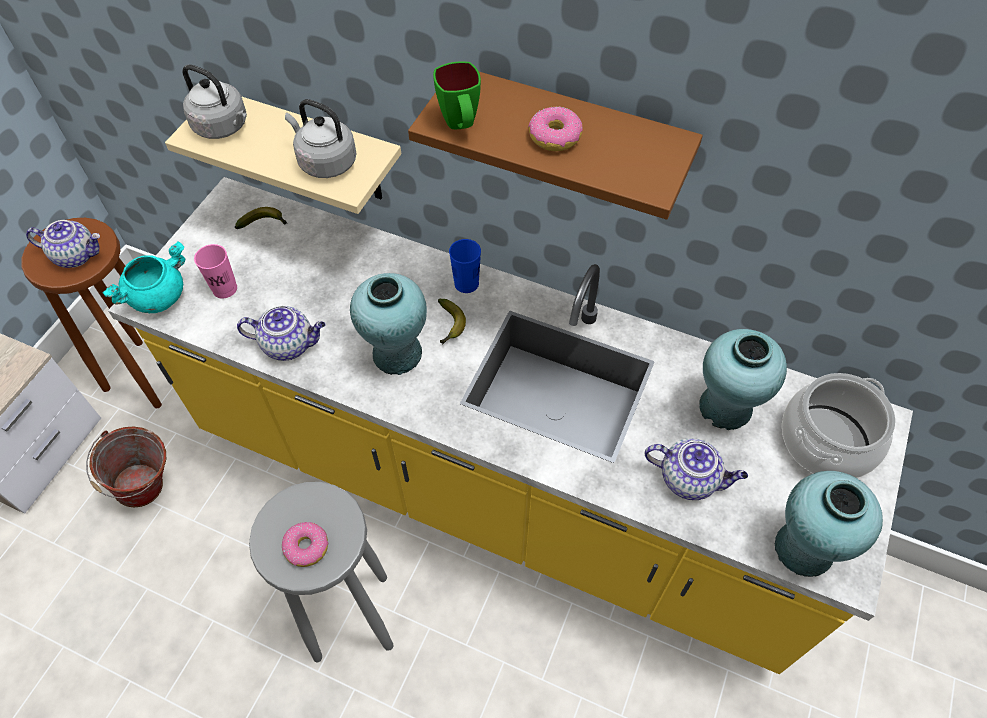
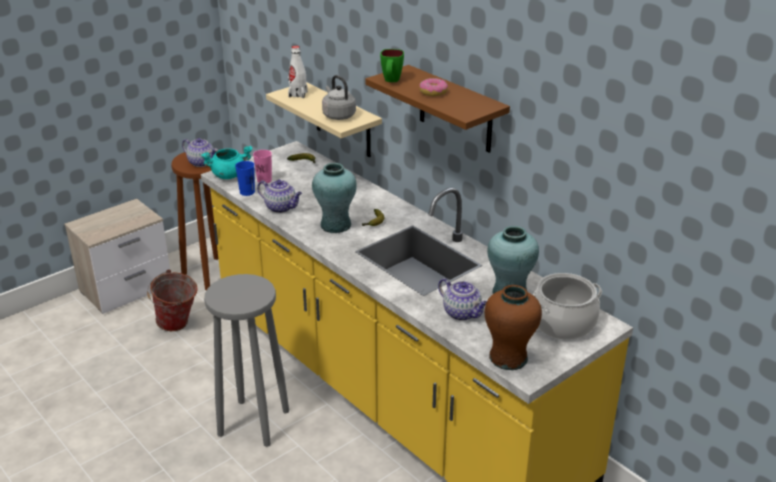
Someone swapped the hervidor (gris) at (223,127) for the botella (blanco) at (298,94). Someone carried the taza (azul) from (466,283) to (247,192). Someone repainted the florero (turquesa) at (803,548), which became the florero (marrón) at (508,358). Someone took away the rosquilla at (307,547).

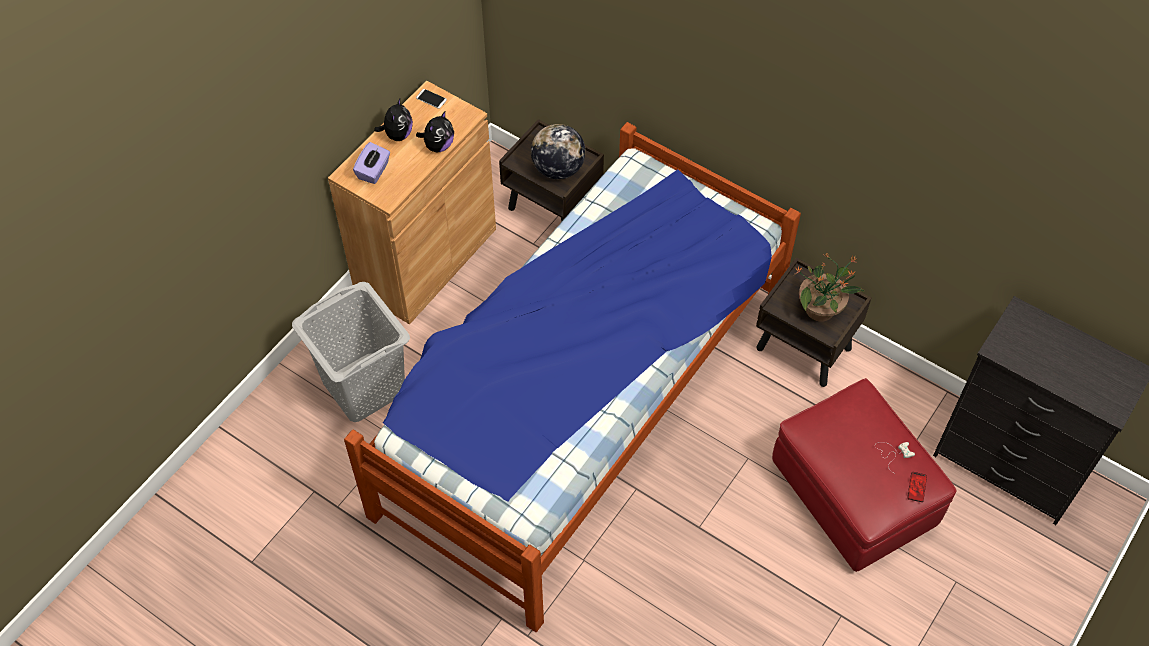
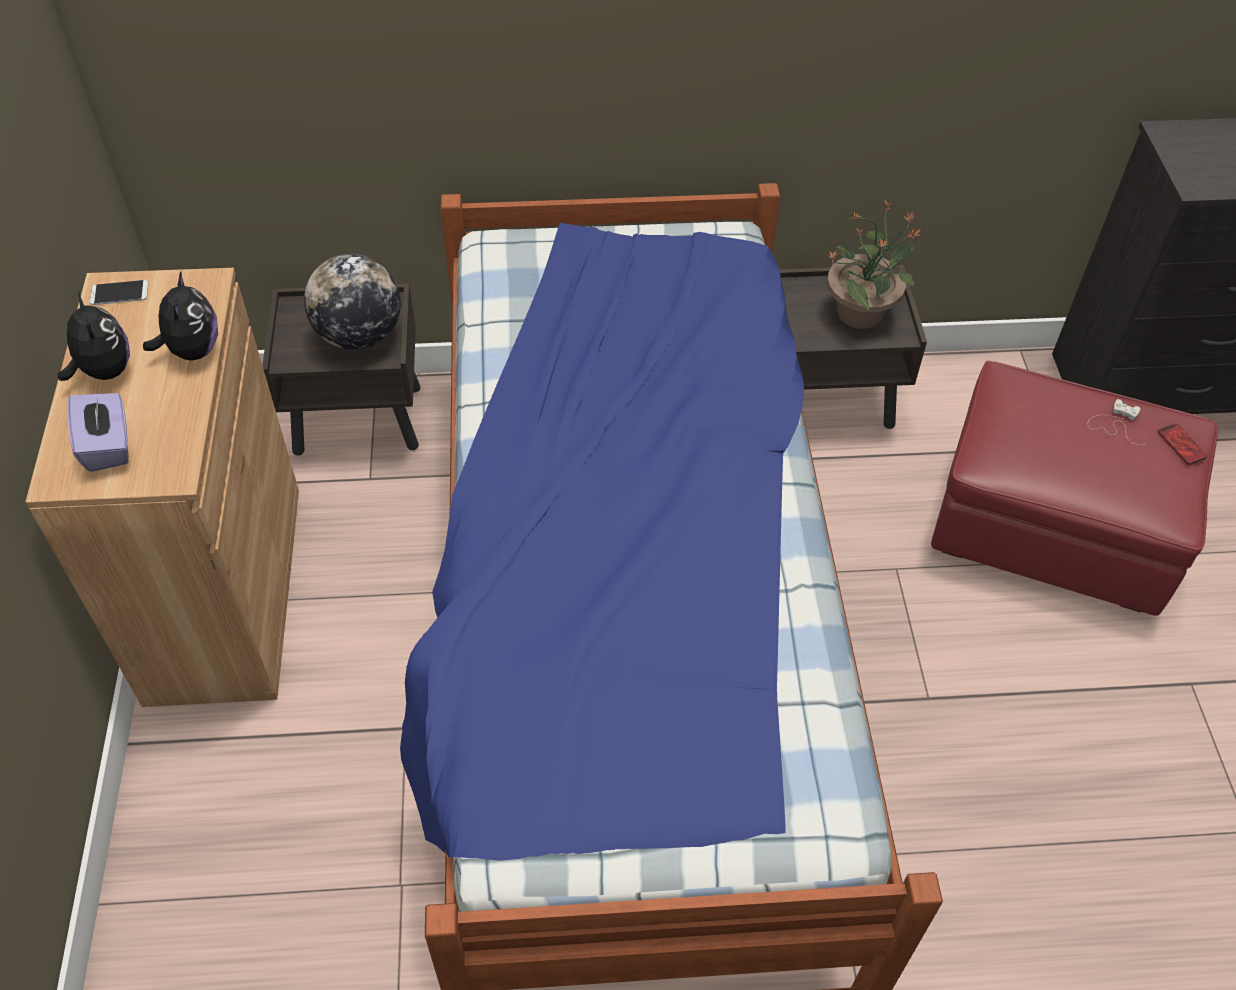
Someone took away the cesto de la ropa (gris) at (364,386).

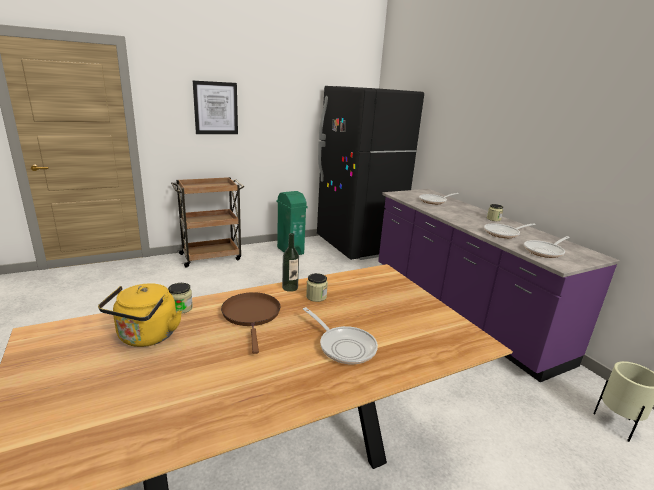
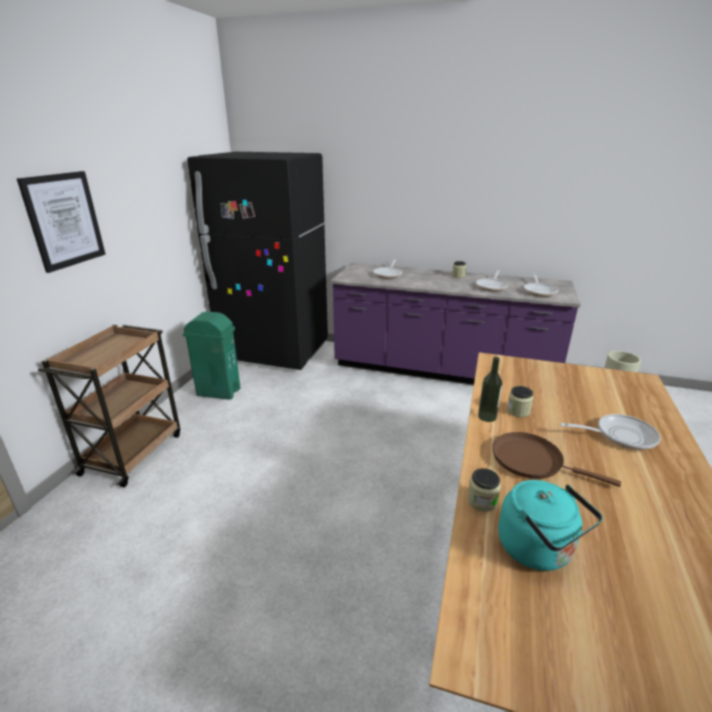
Someone repainted the hervidor (amarillo) at (146,337), which became the hervidor (turquesa) at (538,550).

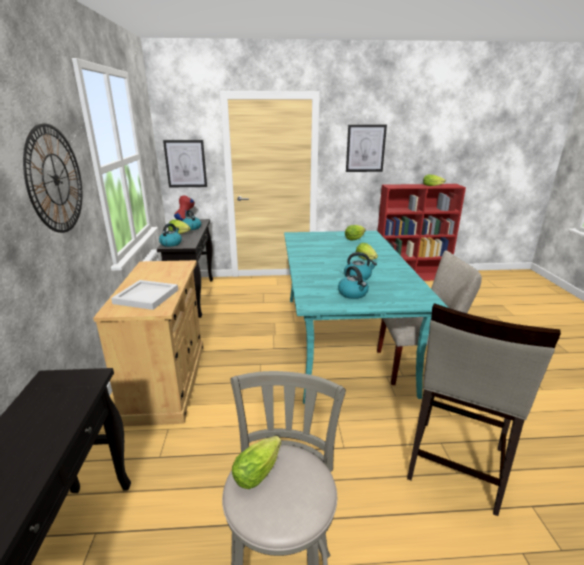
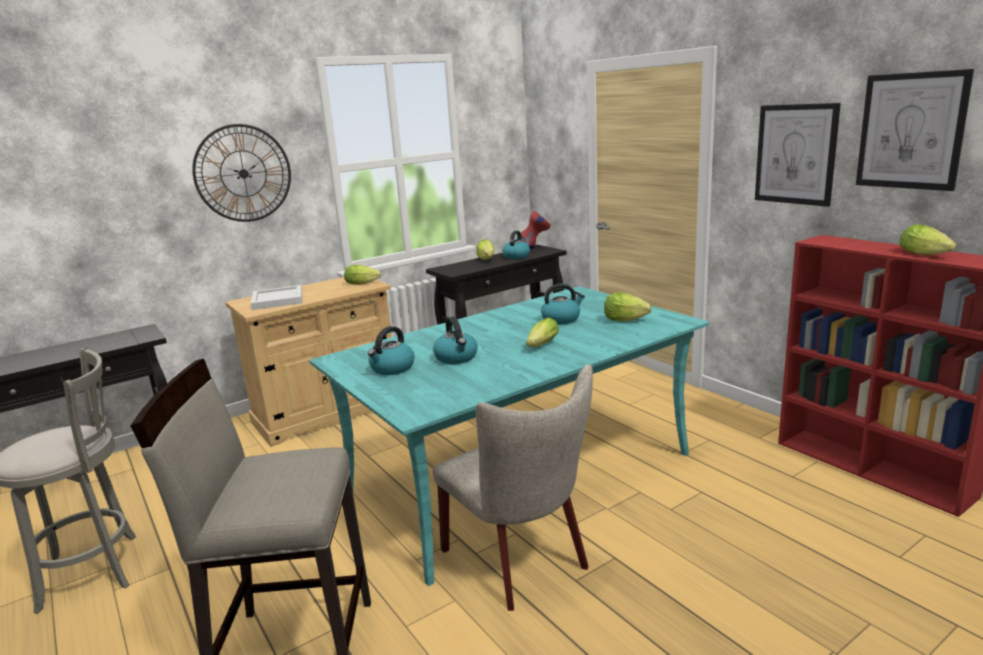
Someone carried the cuadro from (185,164) to (911,131). Someone carried the hervidor from (171,243) to (561,319). Someone carried the lechuga from (260,469) to (364,283).

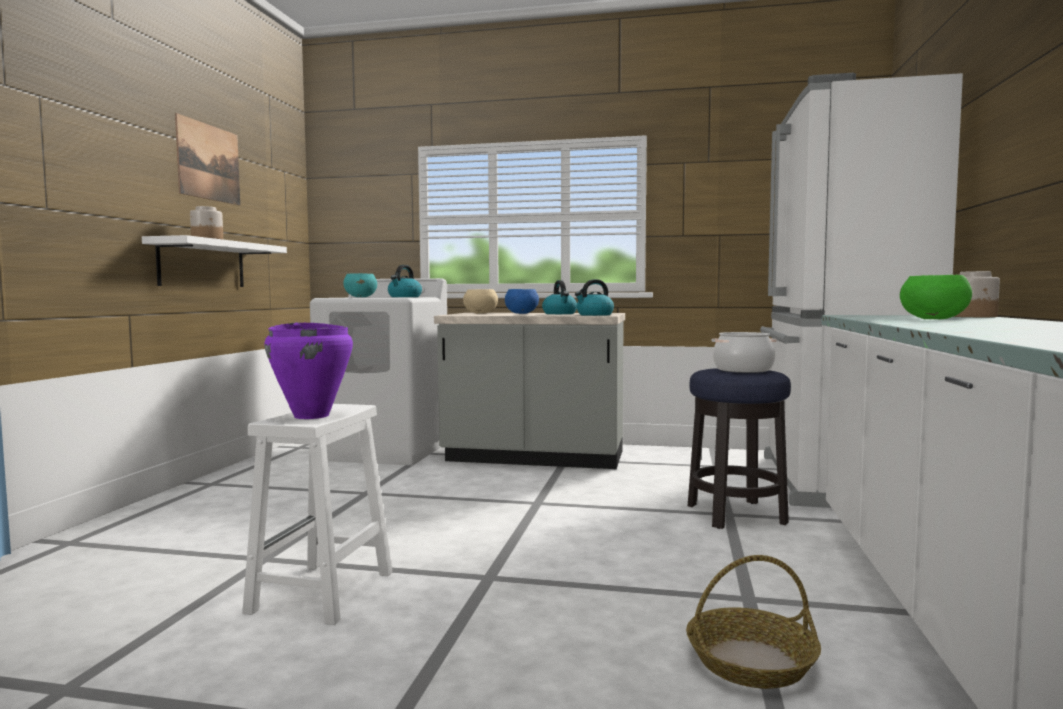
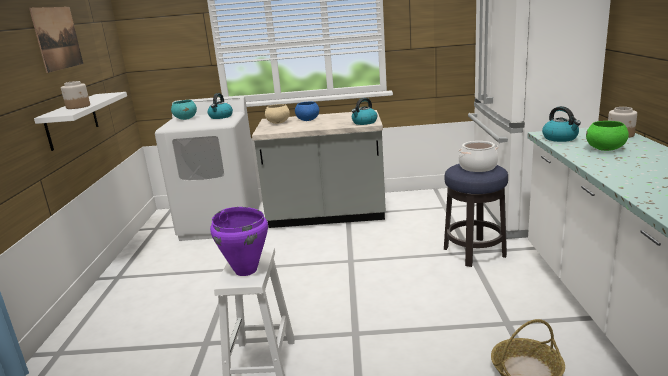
Someone carried the hervidor from (560,314) to (560,138).

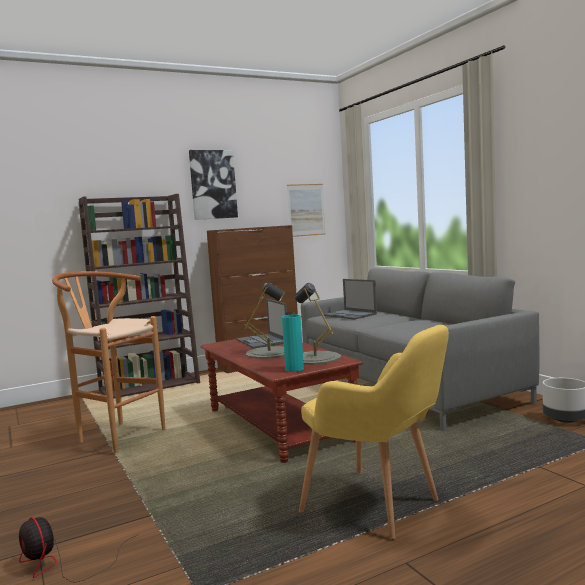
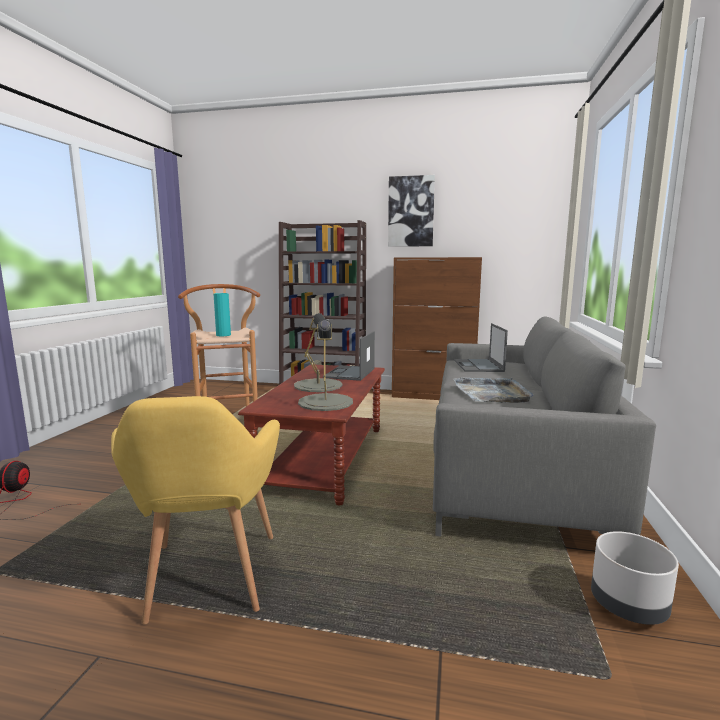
Someone took away the cuadro at (306,210). Someone carried the florero (turquesa) from (294,369) to (223,335). Someone put down the bandeja (gris) at (492,393).

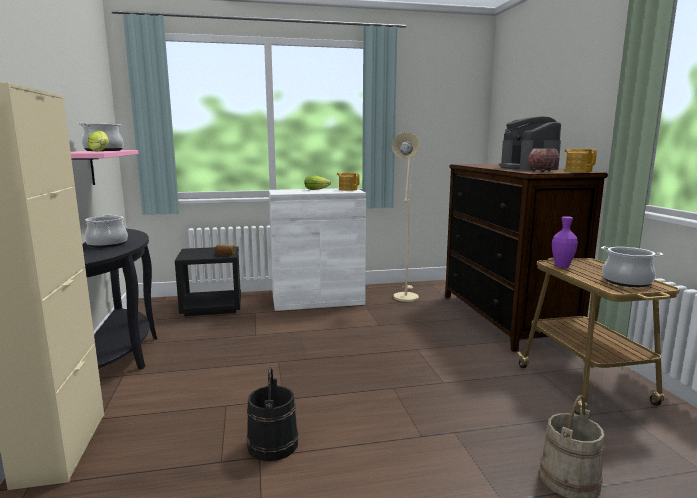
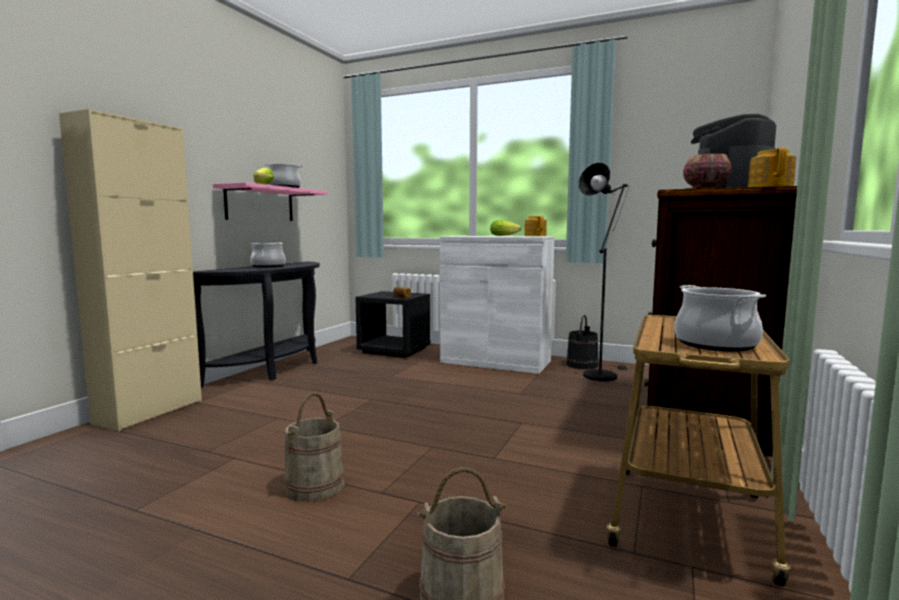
Someone repainted the lámpara de pie (beis) at (405,295), which became the lámpara de pie (negro) at (602,374). Someone took away the florero (morado) at (562,266). Someone carried the cubo (negro) from (272,444) to (582,365). Someone put down the cubo (beis) at (314,486).

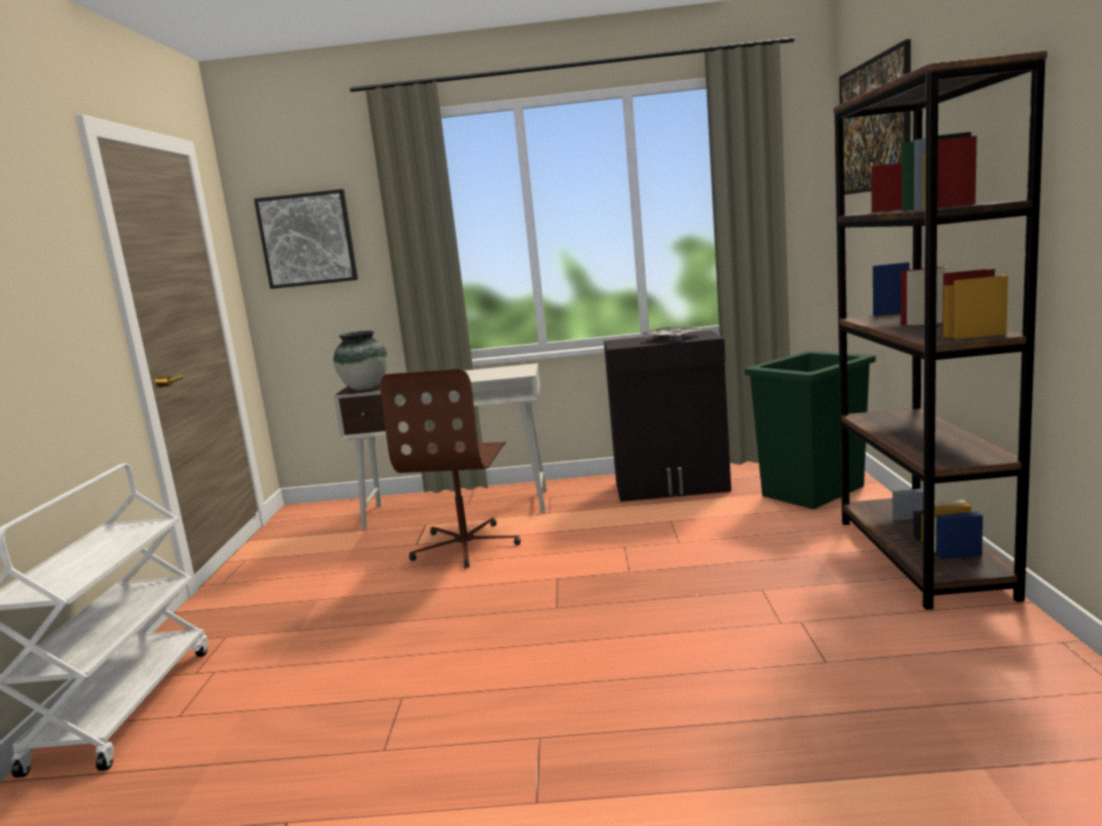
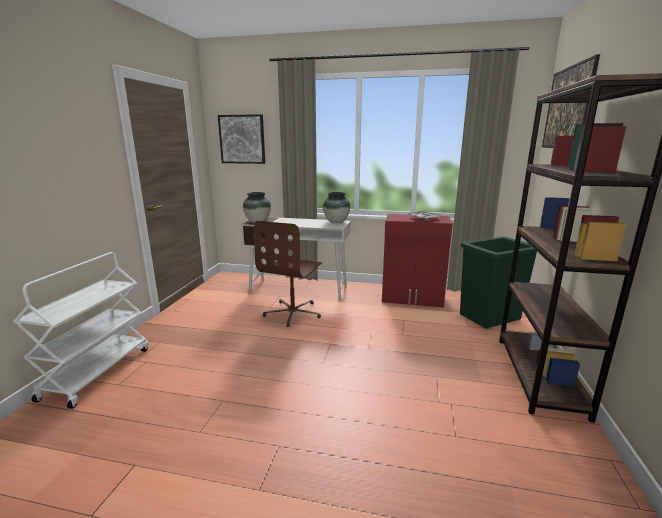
Someone repainted the armario (negro) at (672,487), which became the armario (rojo) at (412,298). Someone put down the florero at (336,222).

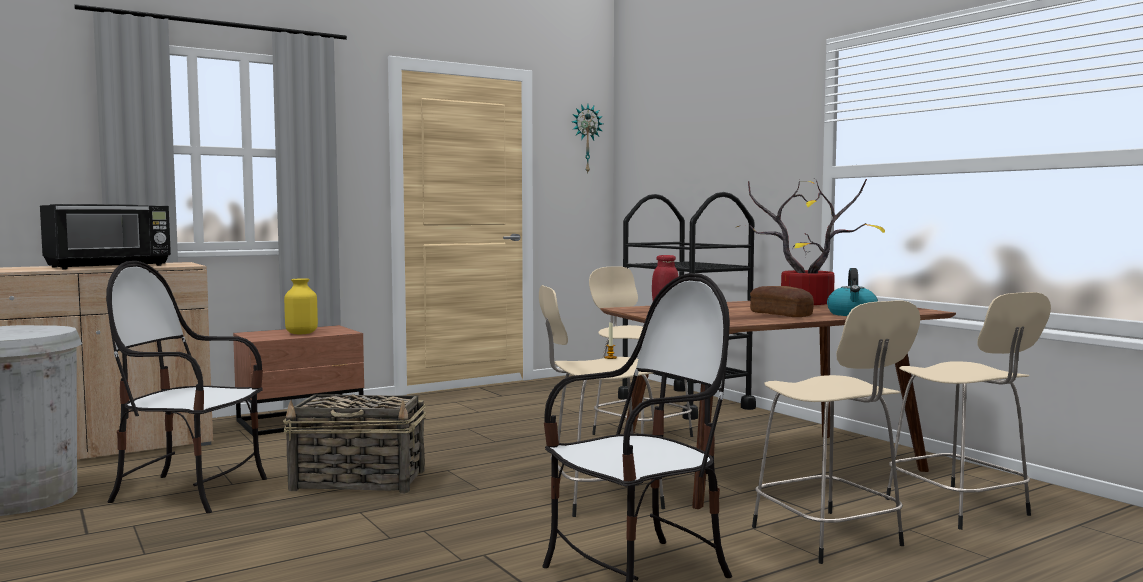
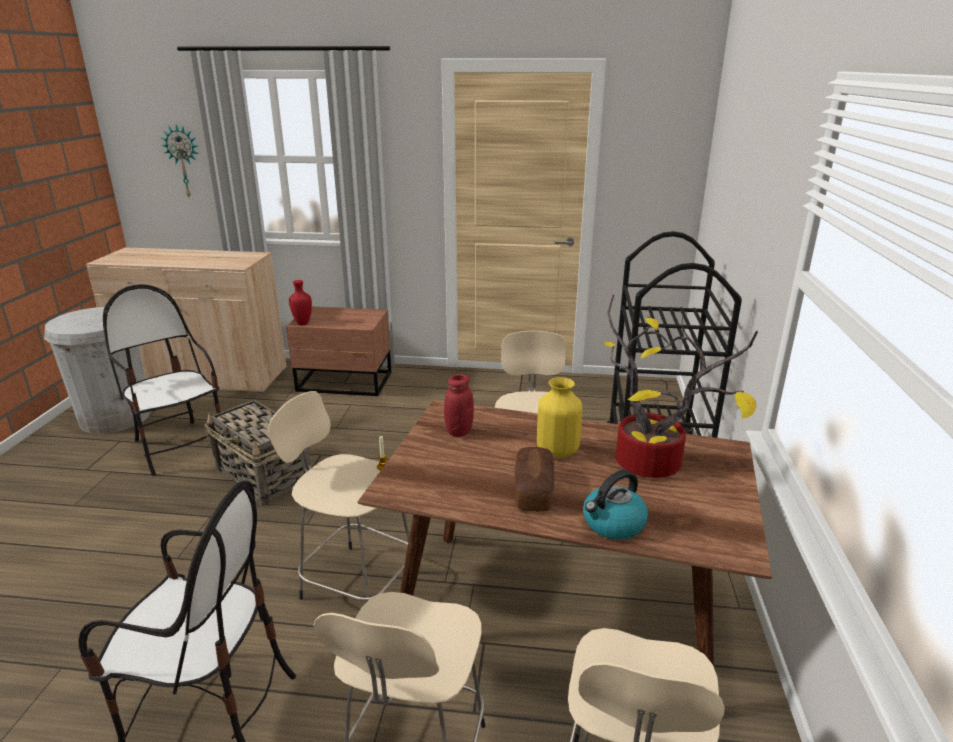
Someone carried the reloj de pared from (586,138) to (184,161). Someone took away the microondas (negro) at (109,266). Someone carried the florero (amarillo) from (302,333) to (558,451). Someone put down the florero (rojo) at (302,324).

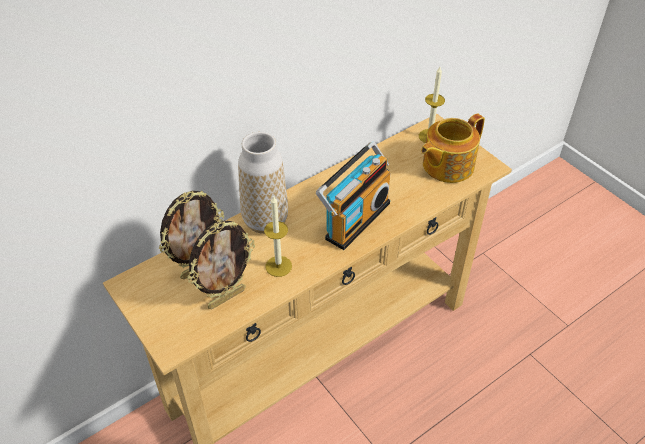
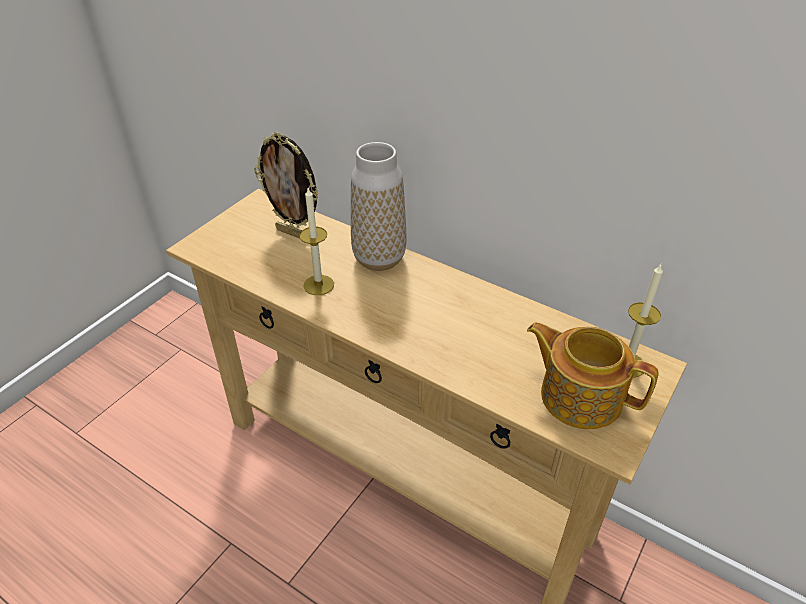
Someone took away the radio at (354,219). Someone took away the portarretratos at (226,297).

